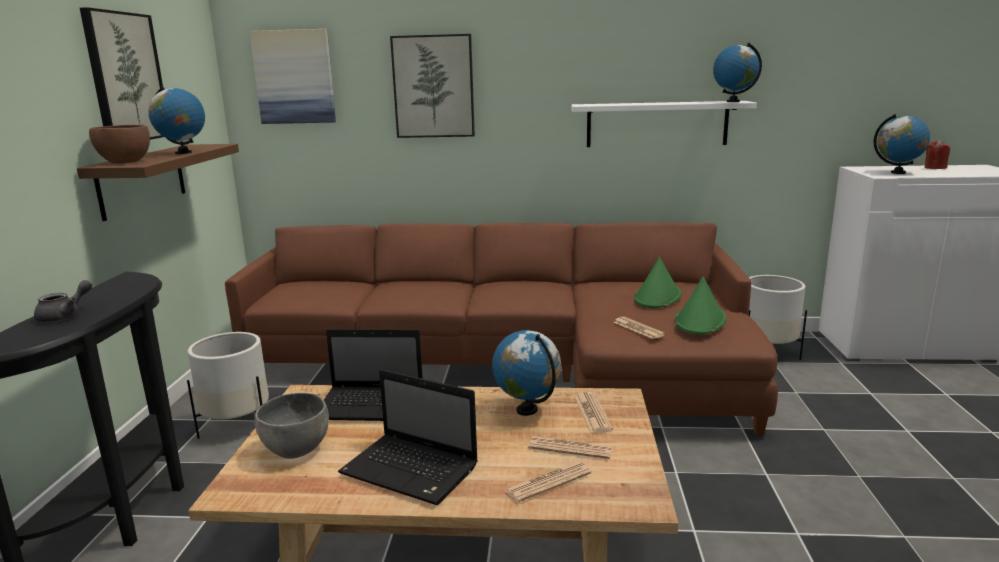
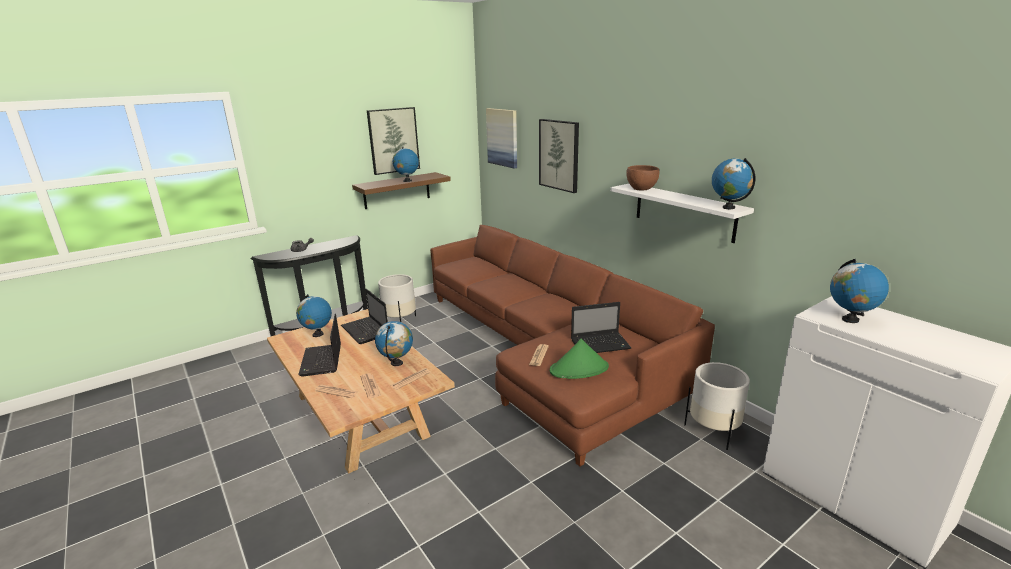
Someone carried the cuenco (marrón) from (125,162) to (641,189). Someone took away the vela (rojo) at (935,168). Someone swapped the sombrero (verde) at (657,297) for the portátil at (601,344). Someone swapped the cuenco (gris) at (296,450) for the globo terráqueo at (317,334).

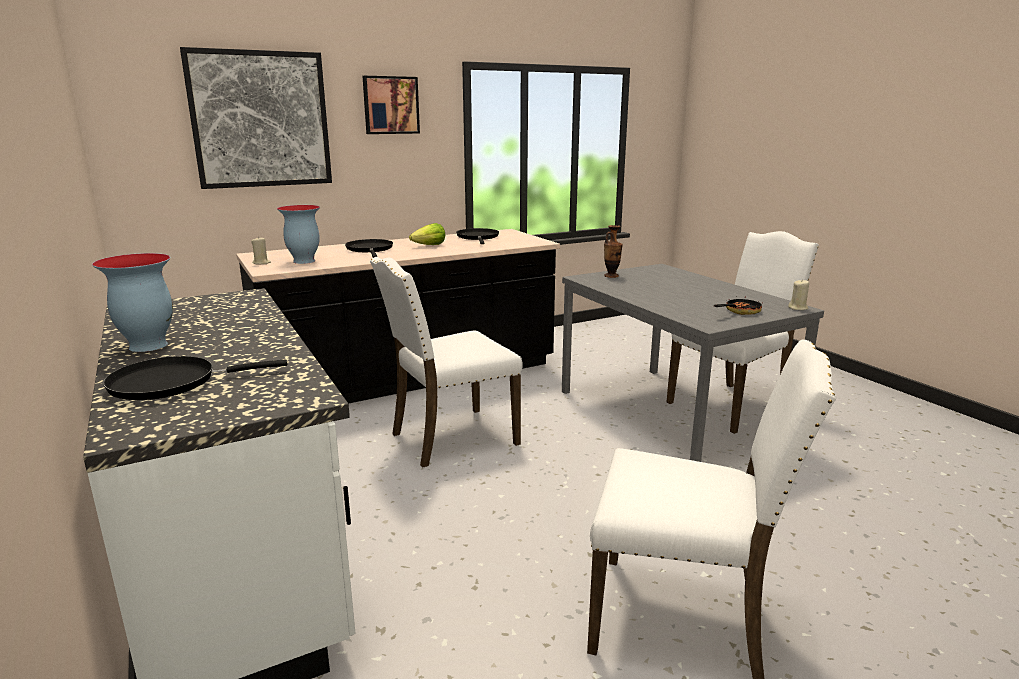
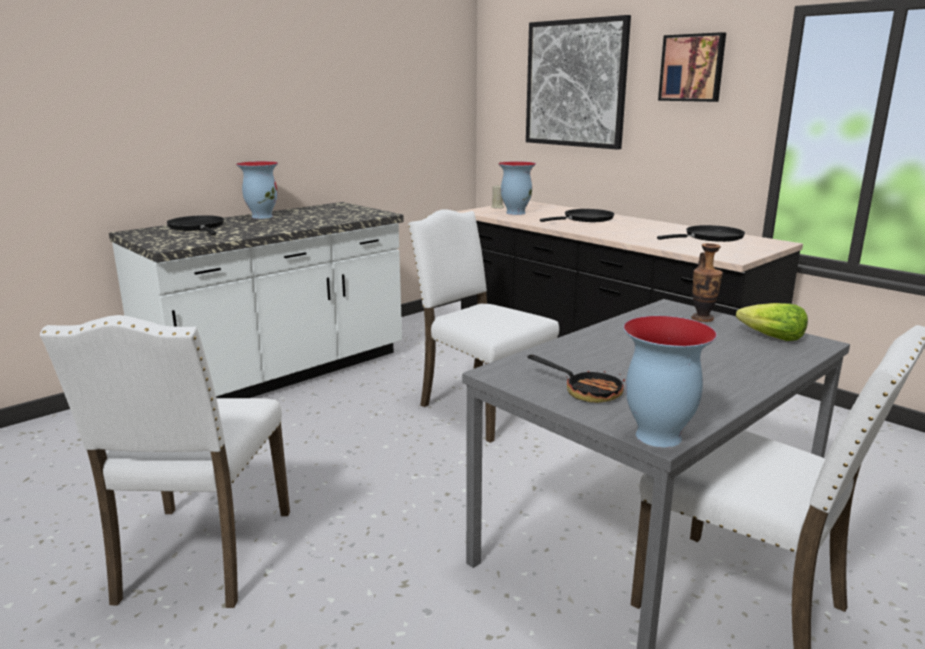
Someone carried the lechuga from (429,246) to (771,337). Someone swapped the vela (beis) at (798,308) for the florero at (656,436).

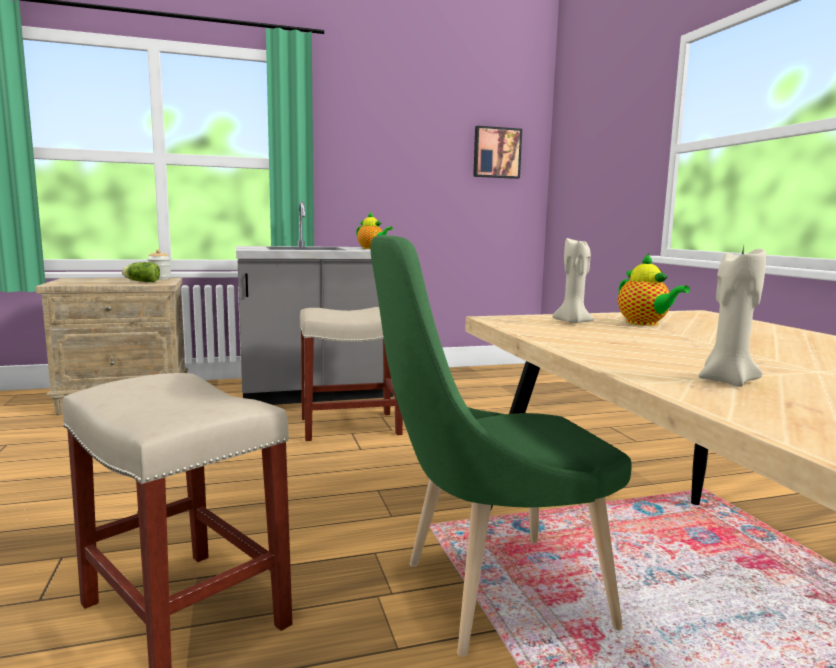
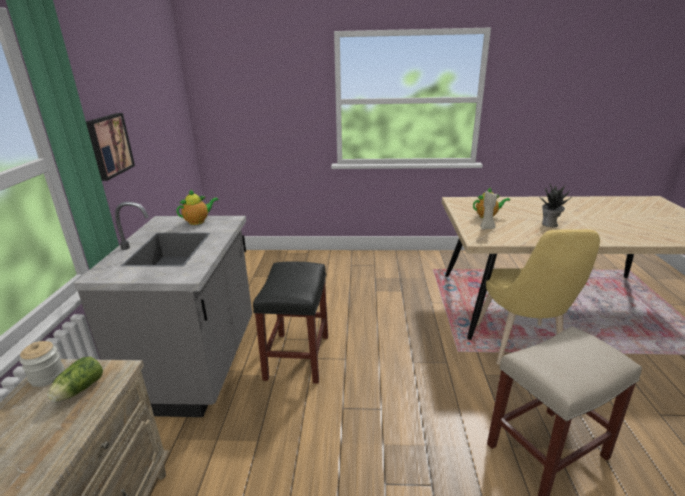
Someone carried the cuadro from (496,153) to (108,145). Someone repainted the silla (verde) at (490,595), which became the silla (amarillo) at (520,347). Someone took away the vela (beis) at (726,381). Someone repainted the taburete (beis) at (351,426), which became the taburete (negro) at (297,356). Someone put down the planta en maceta at (549,224).

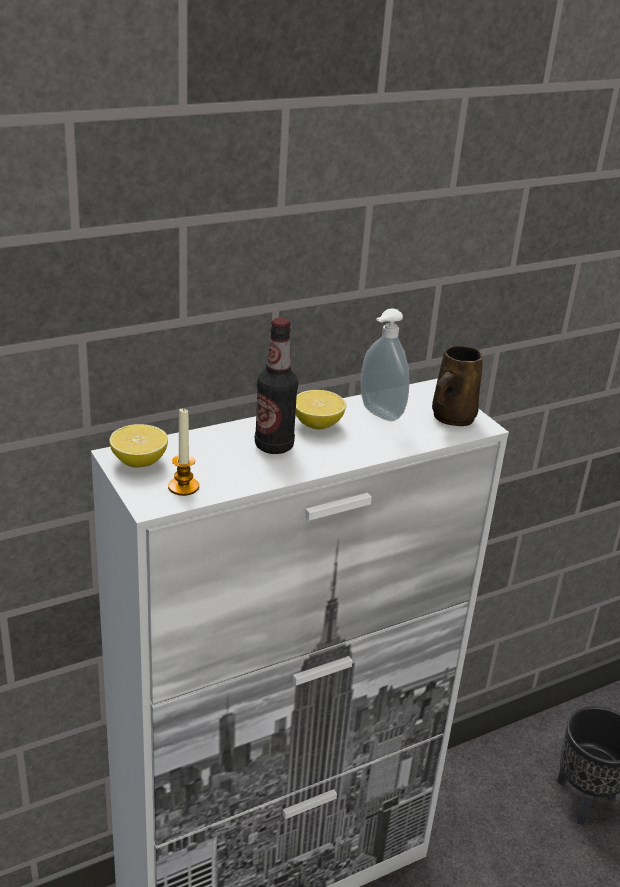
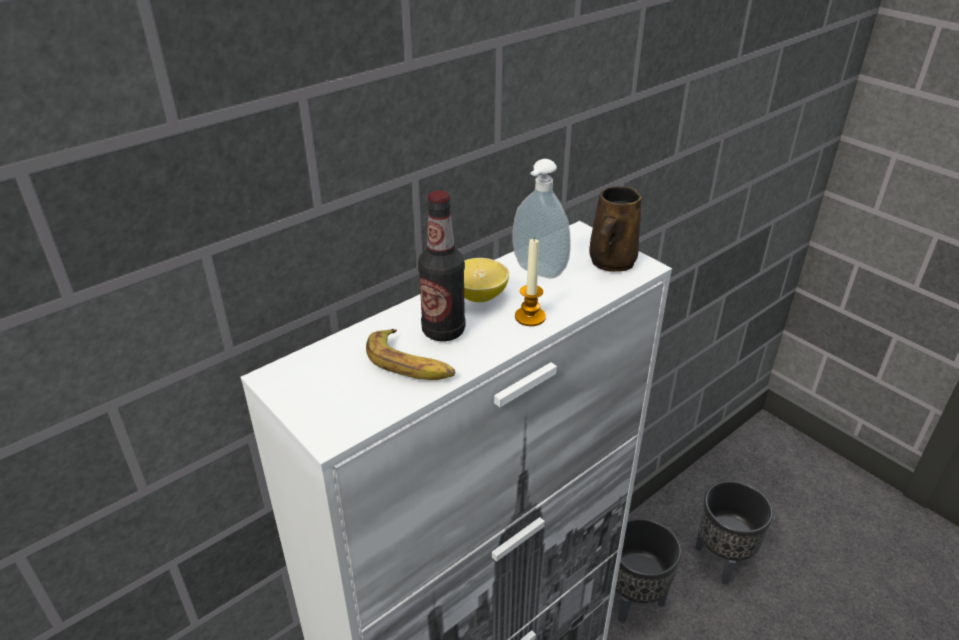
Someone carried the vela from (183,487) to (530,317). Someone took away the limón at (139,462). Someone put down the plátano at (410,364). Someone put down the maceta (negro) at (634,600).

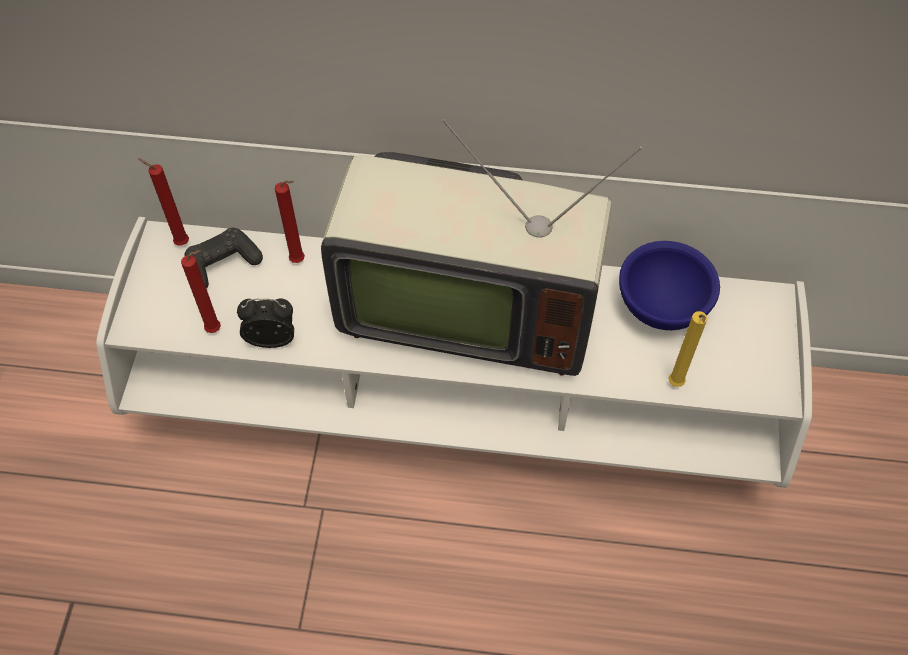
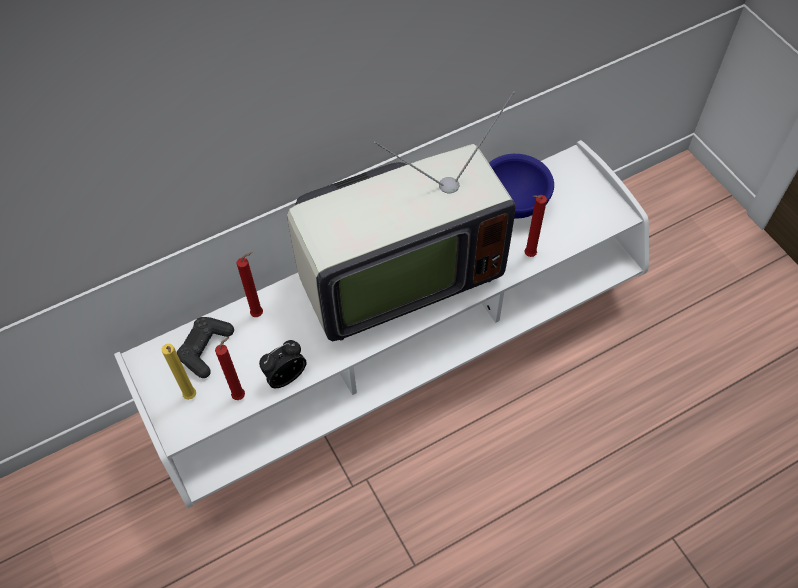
Someone carried the vela (rojo) from (179,242) to (528,255). Someone carried the vela (amarillo) from (675,385) to (191,397).

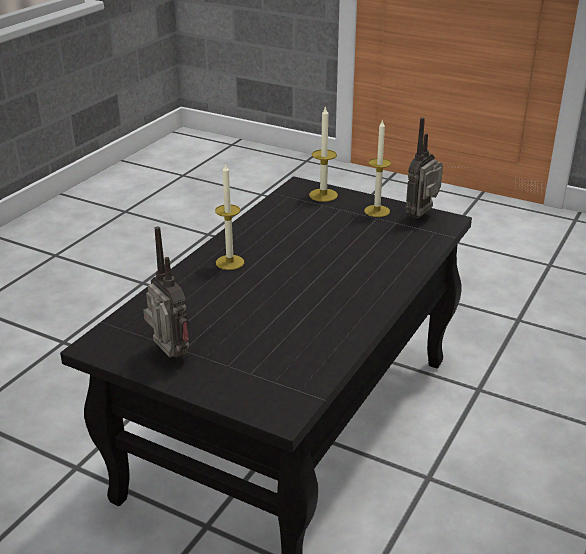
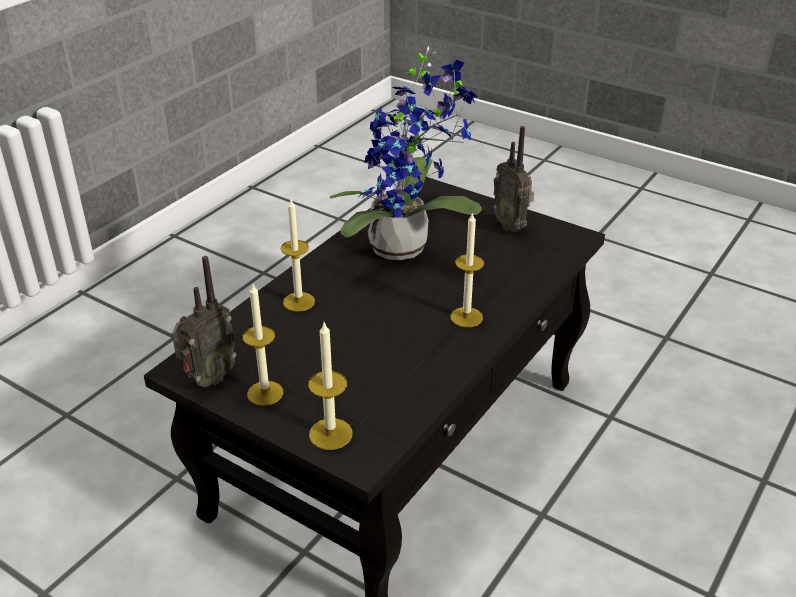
Someone put down the planta en maceta at (406,248). Someone put down the vela at (299,302).

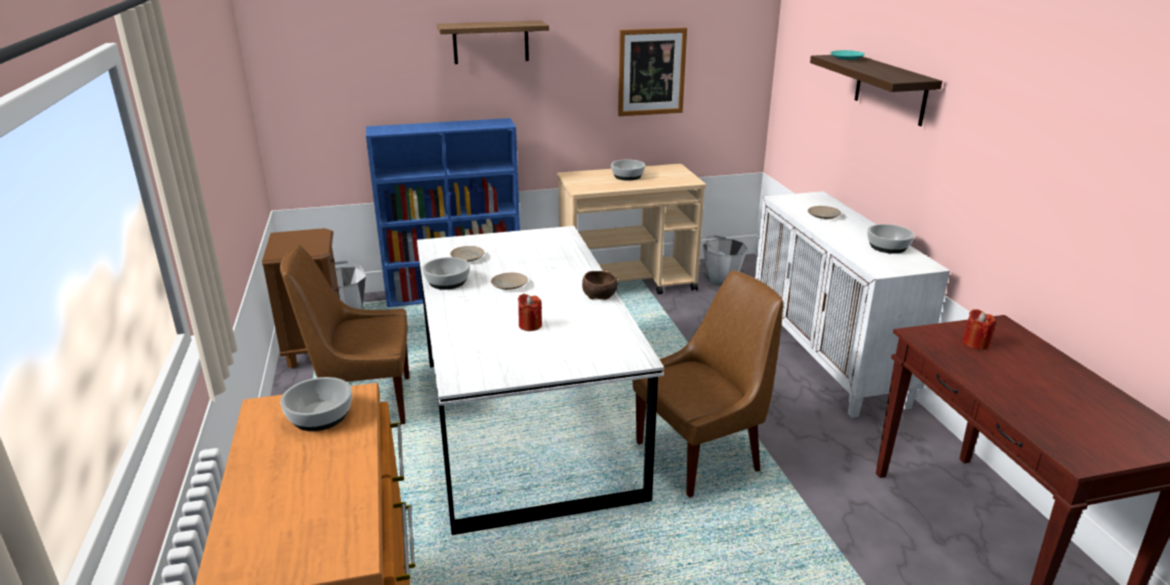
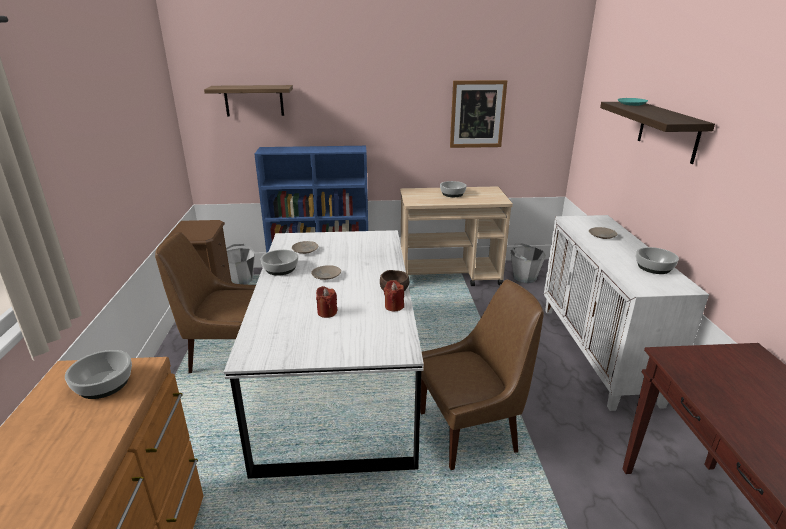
Someone carried the estante from (491,42) to (254,100). Someone carried the vela (rojo) from (975,343) to (394,306).

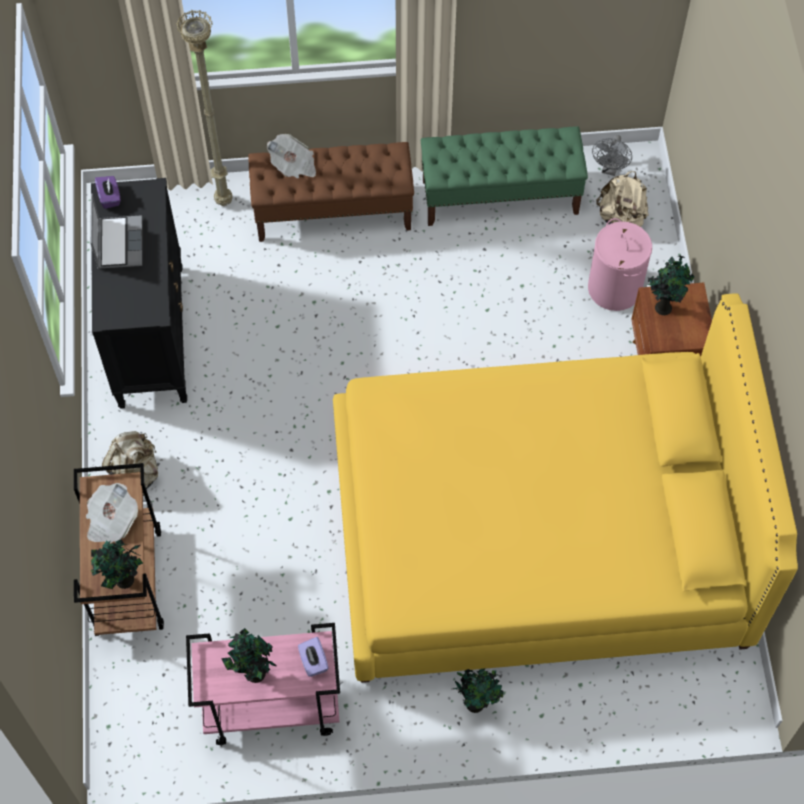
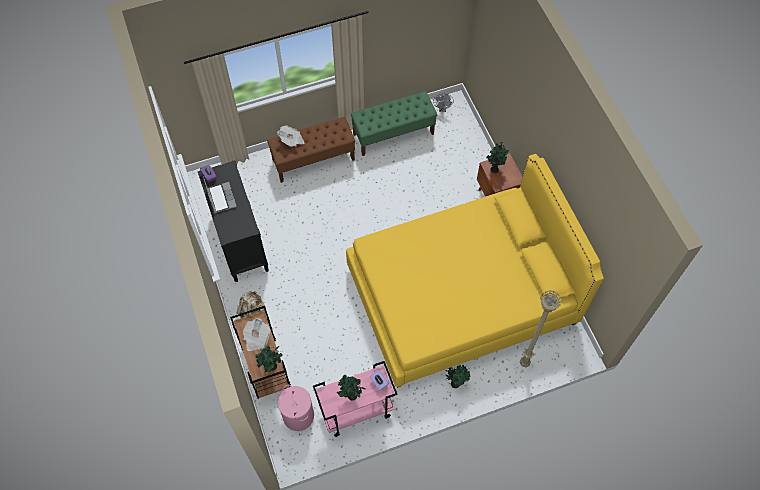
Someone carried the lámpara de pie (beis) from (222,201) to (523,363). Someone took away the mochila (beis) at (621,217). Someone carried the cesto de la ropa (rosa) from (614,288) to (298,416).

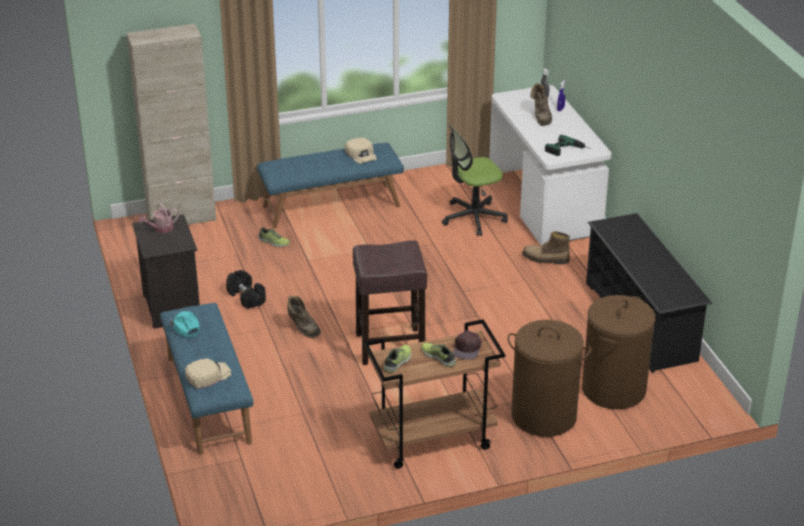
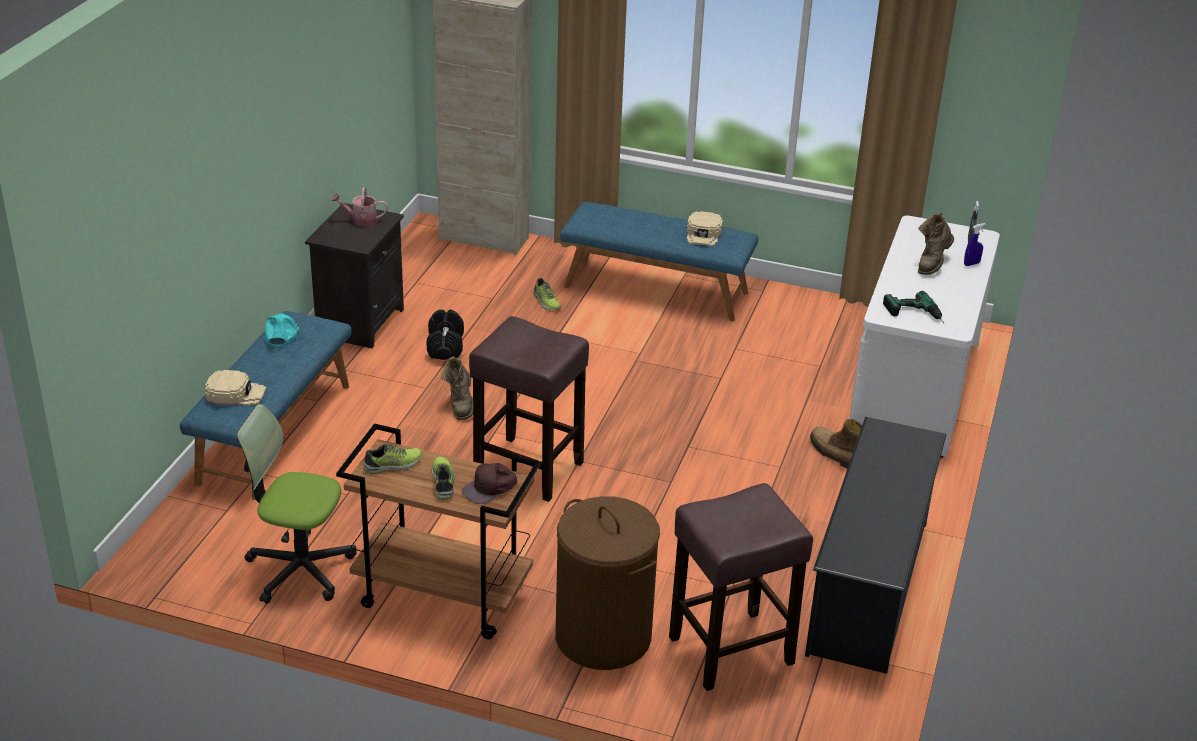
Someone carried the silla de oficina from (473,218) to (300,569). Someone swapped the cesto de la ropa (marrón) at (614,389) for the taburete (marrón) at (729,651).

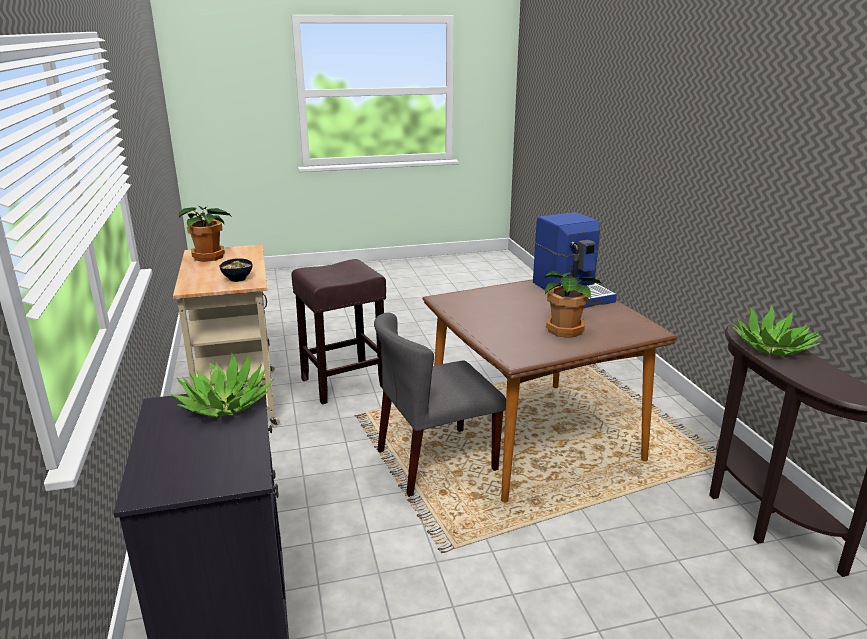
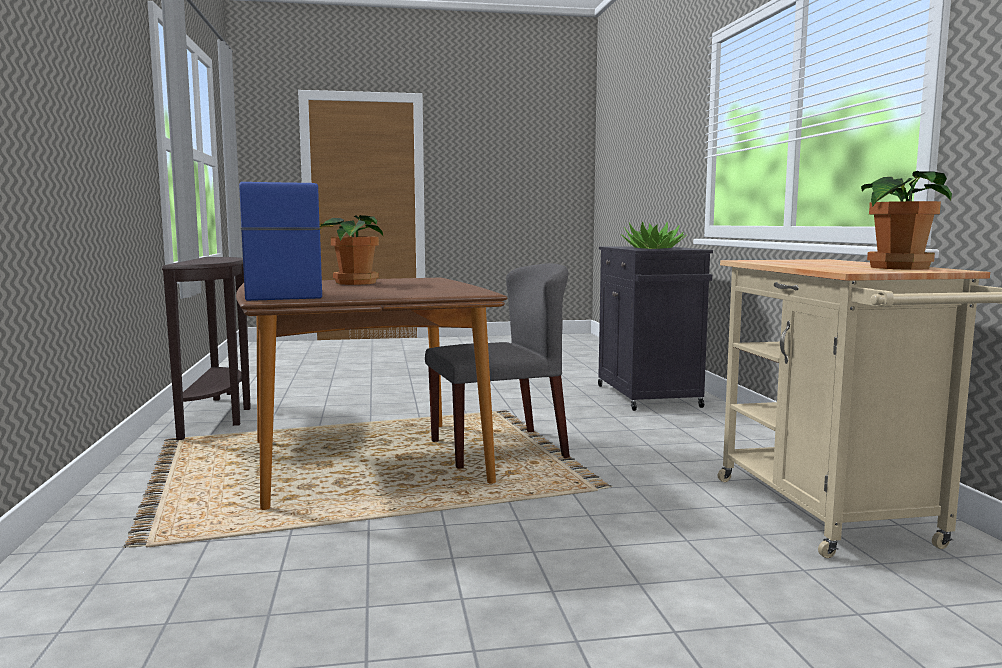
Someone took away the cuenco at (238,278). Someone took away the taburete (marrón) at (345,382). Someone took away the planta en maceta at (772,347).

